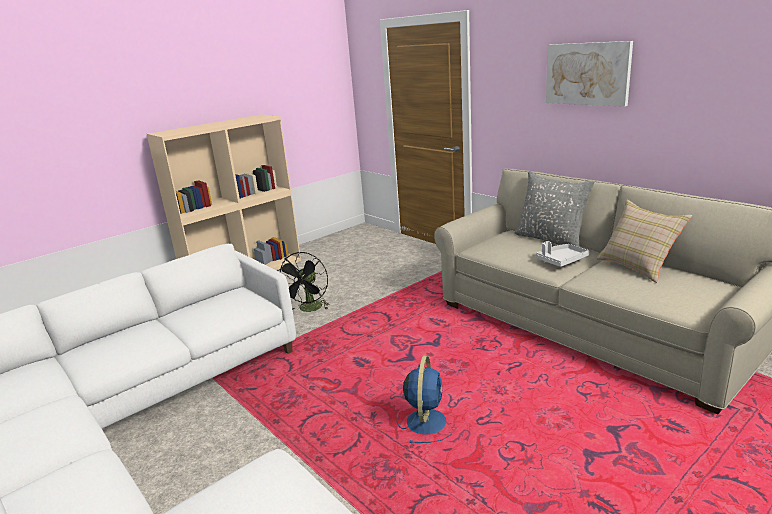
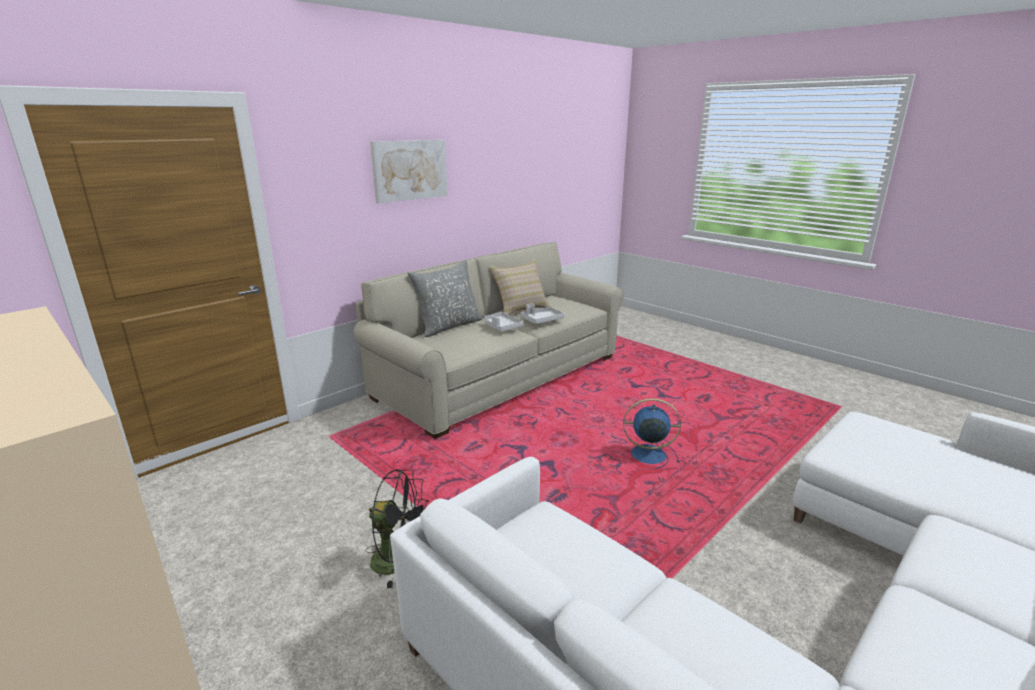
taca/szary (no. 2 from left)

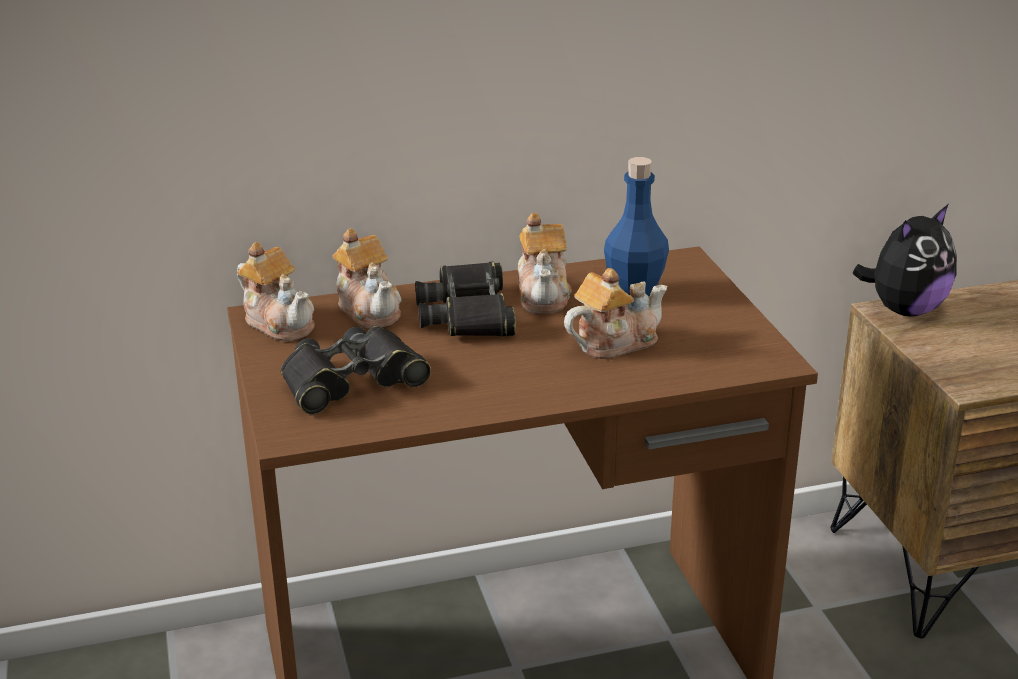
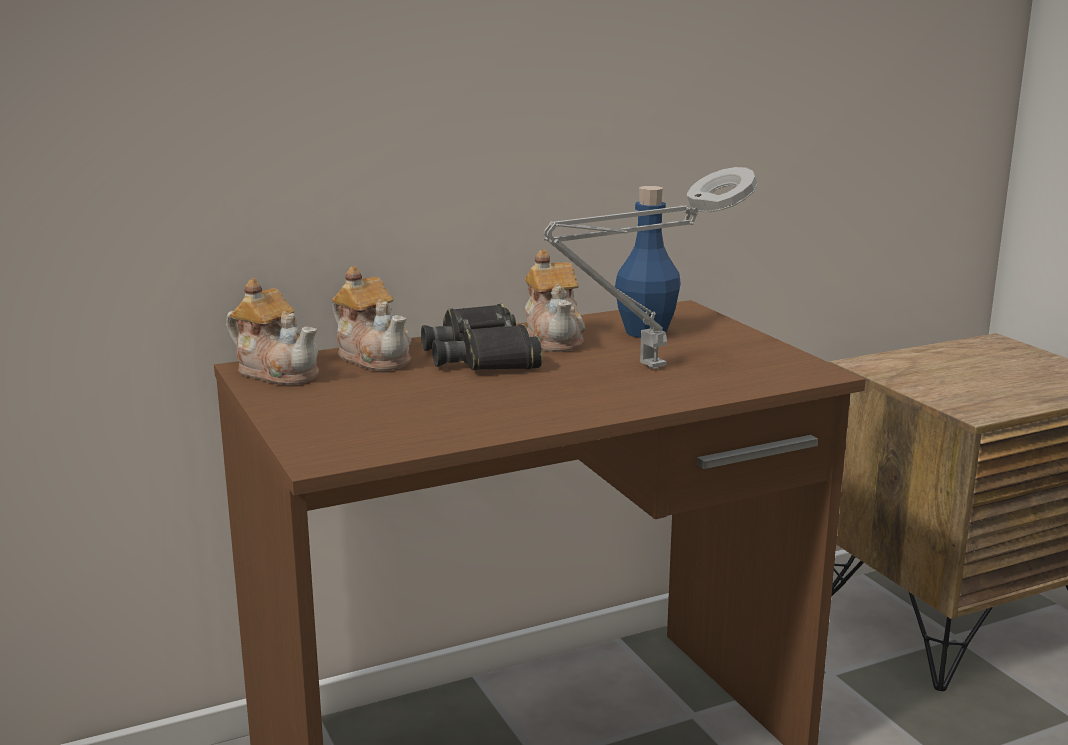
lampa stołowa/szary
lornetka/czarny (no. 1 from left in the first image)
pluszak

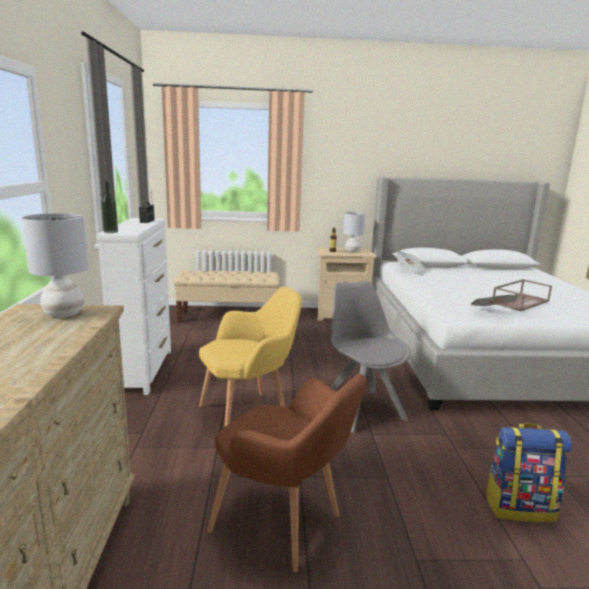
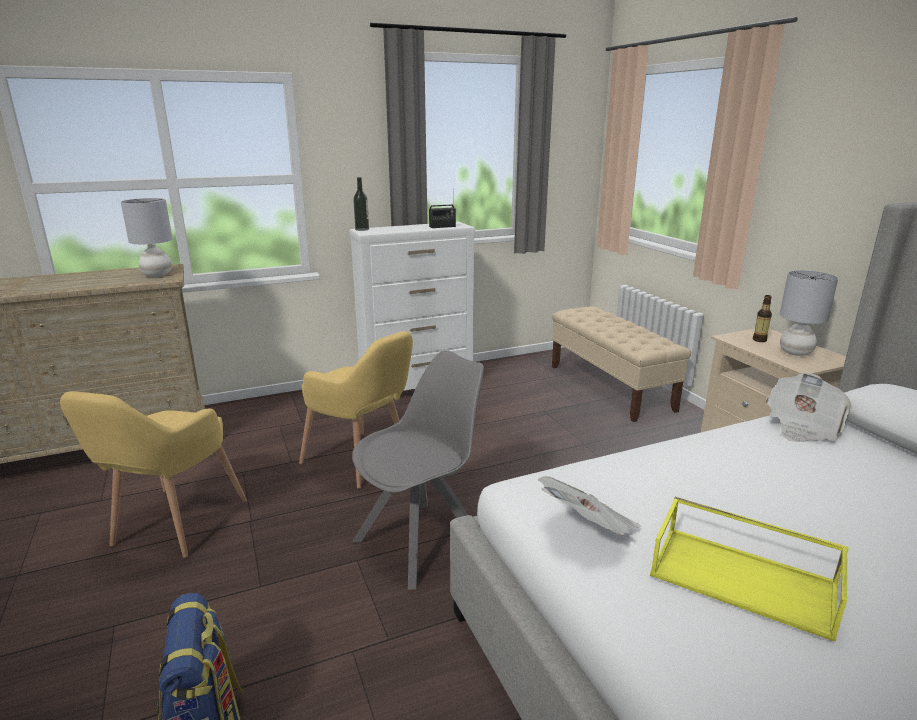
fotel/żółty (no. 1 from left)
taca/żółty

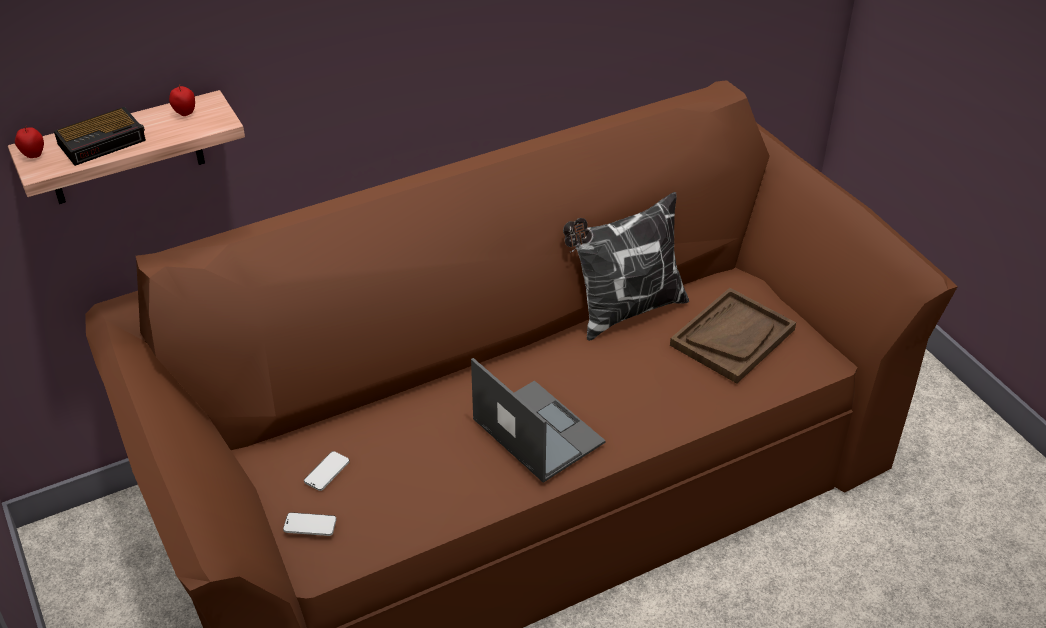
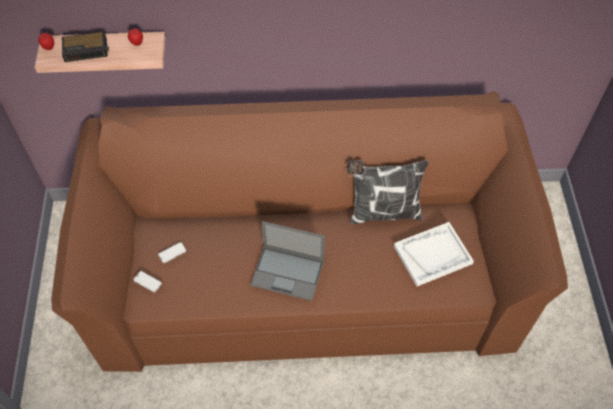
laptop
taca/biały

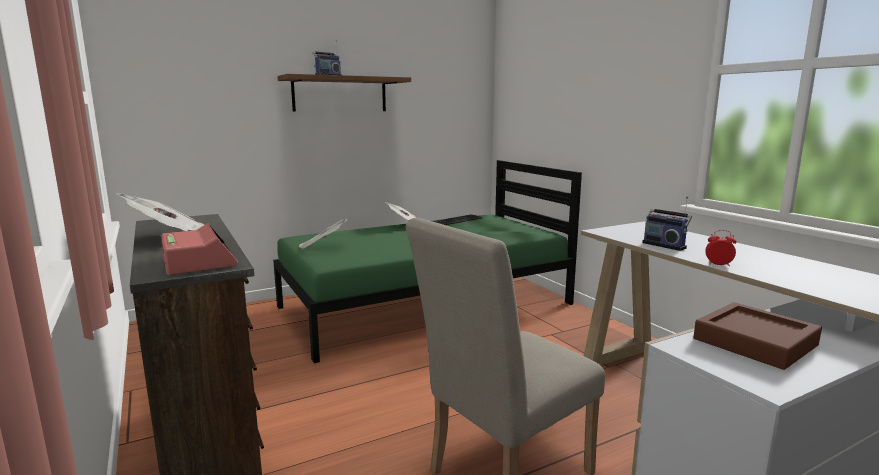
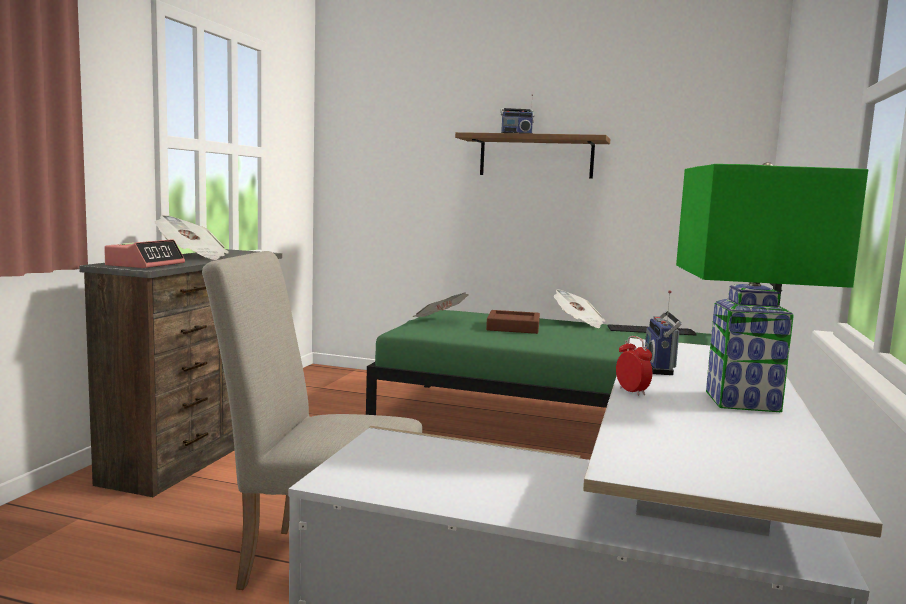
taca/brązowy
lampa stołowa/zielony

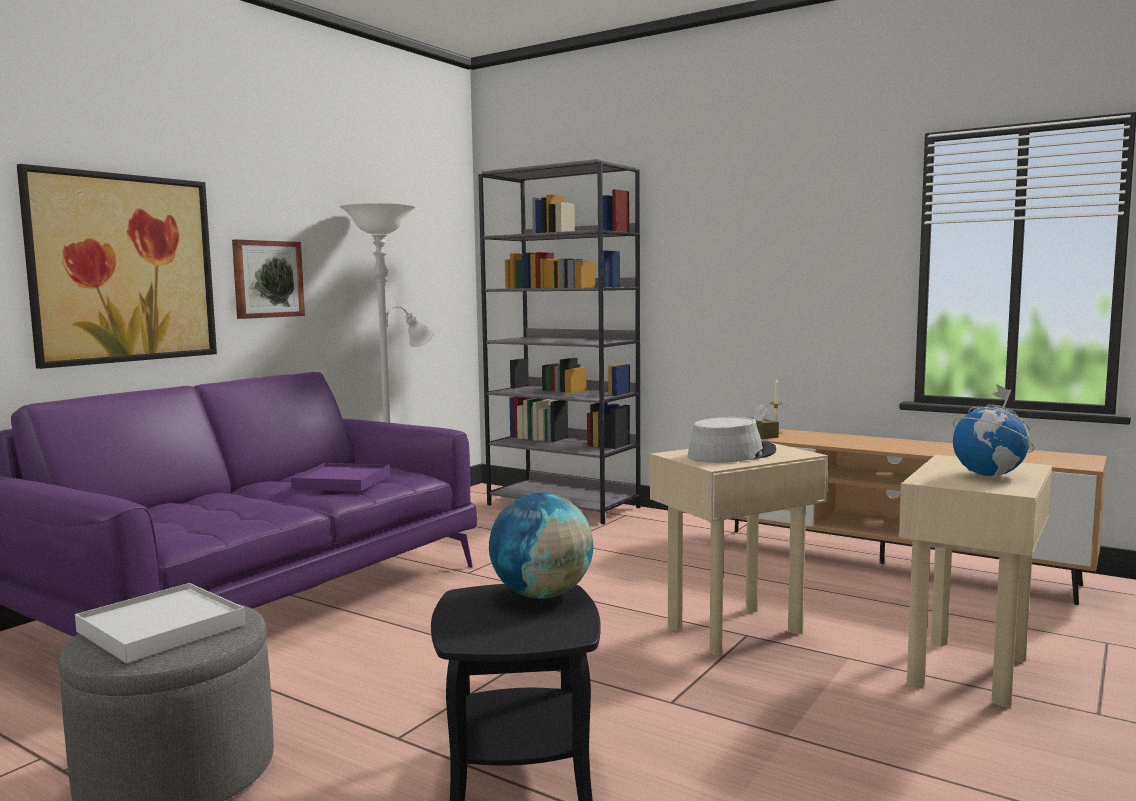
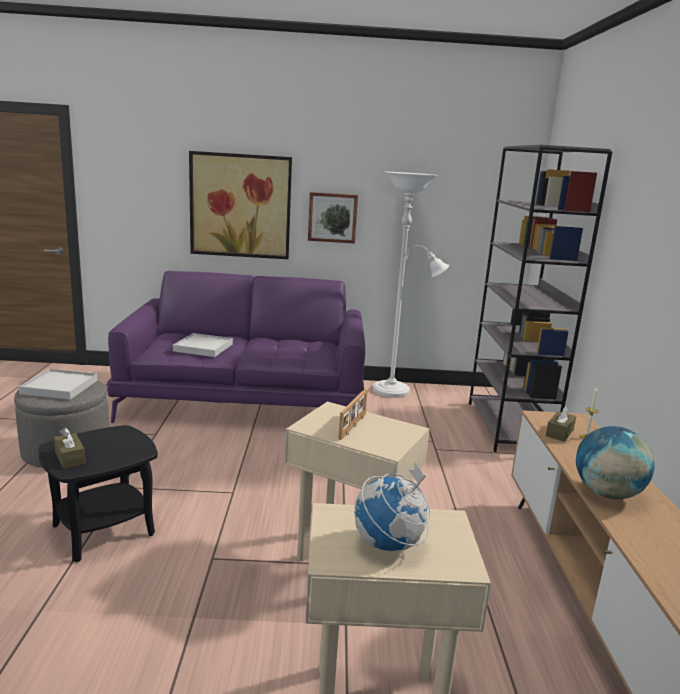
pudełko chusteczek/brązowy (no. 1 from left)
taca/biały (no. 2 from left)
ramka na zdjęcie
globus (no. 2 from left)
taca/fioletowy

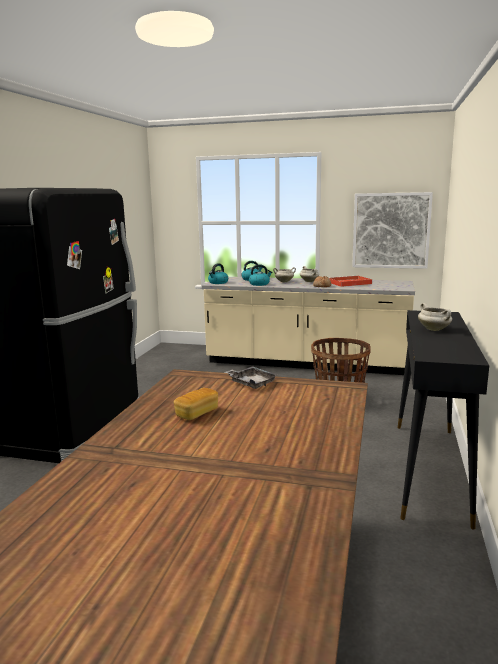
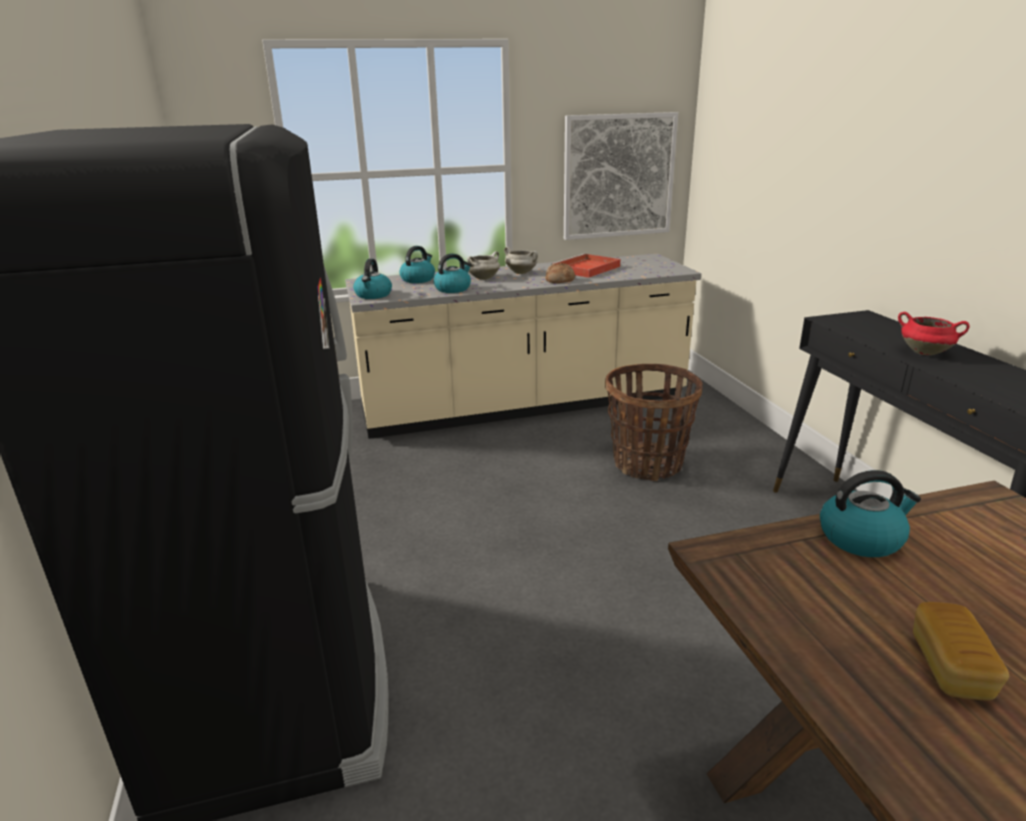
czajnik (no. 4 from left)
garnek/czerwony

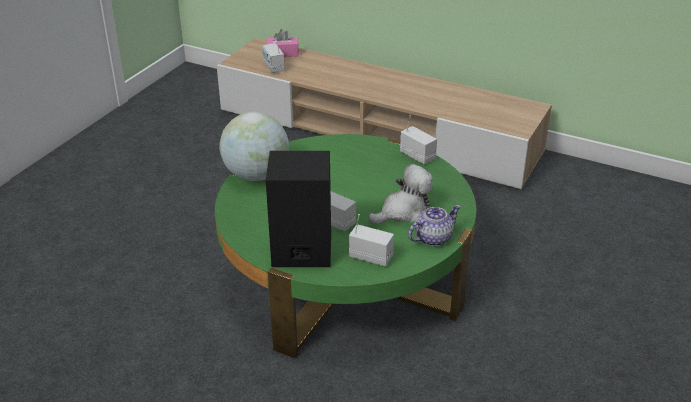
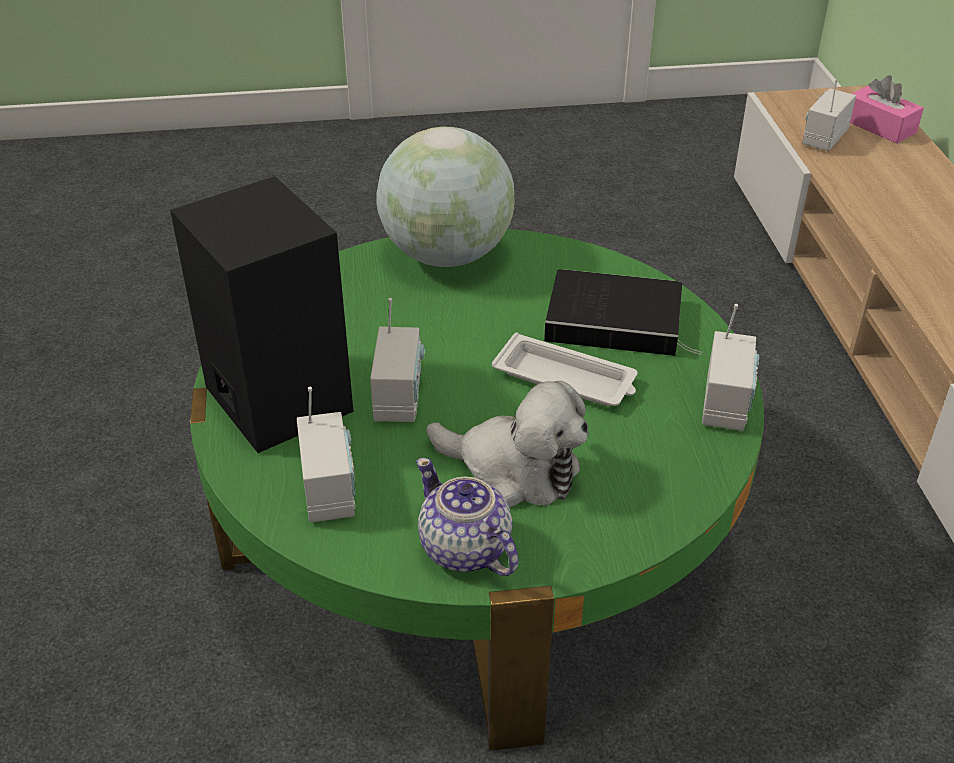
imbryk
taca/biały
książka

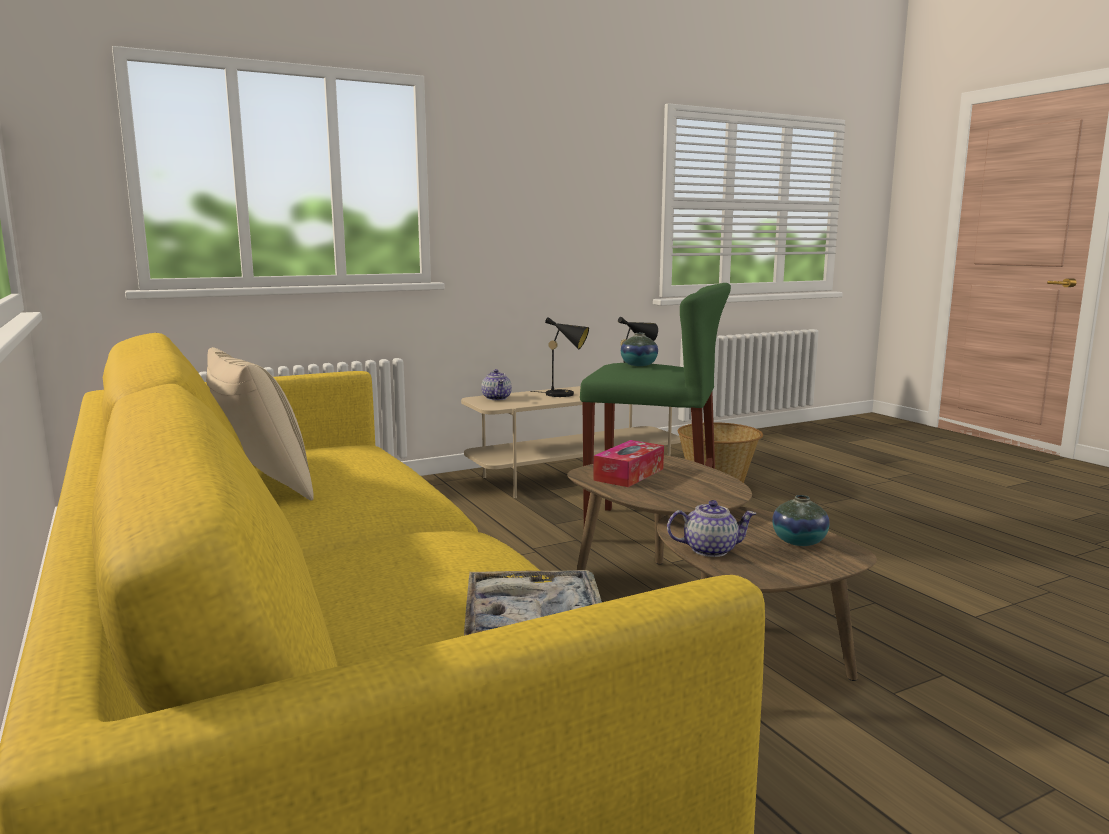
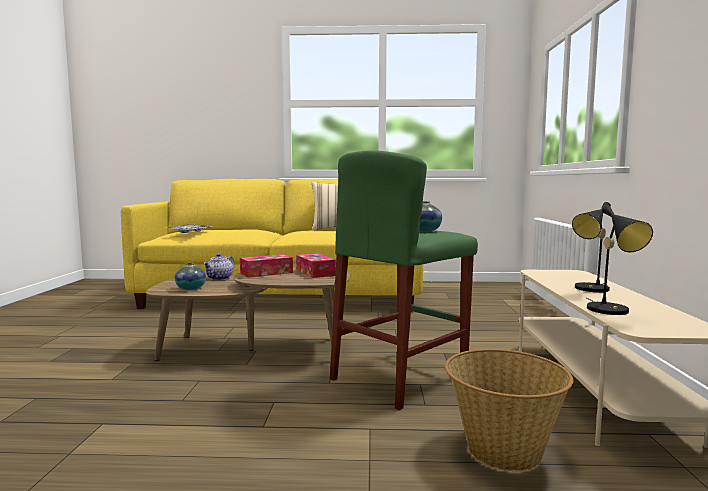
pudełko chusteczek (no. 1 from left)
imbryk (no. 1 from left in the first image)

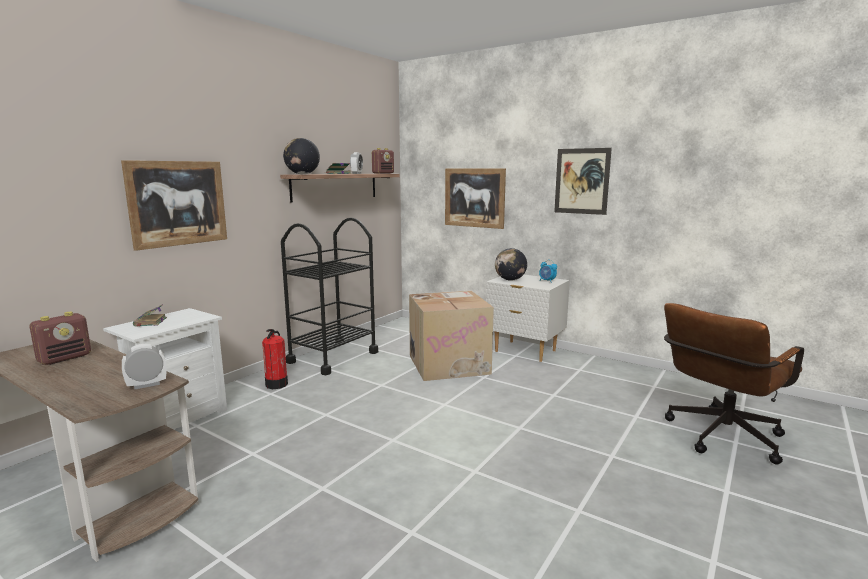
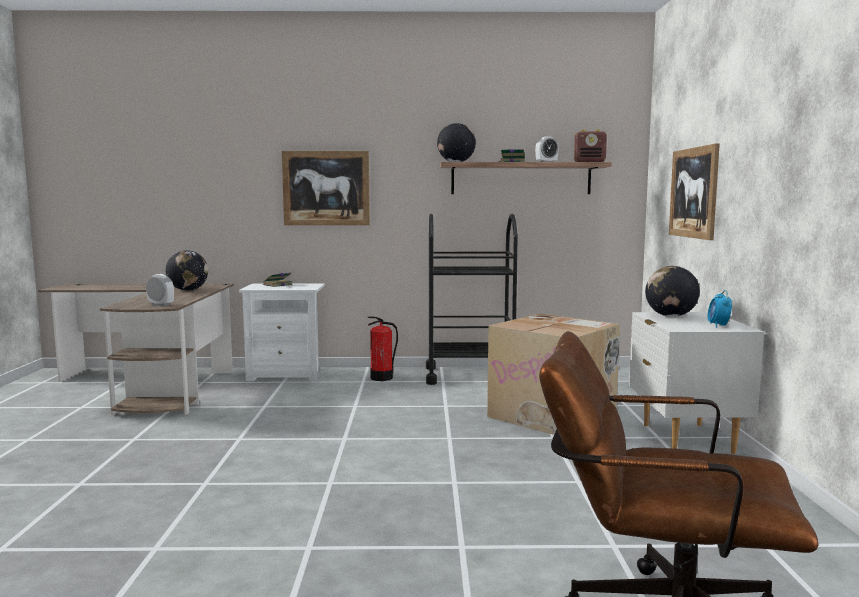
globus (no. 1 from left)
obraz (no. 3 from left in the first image)

